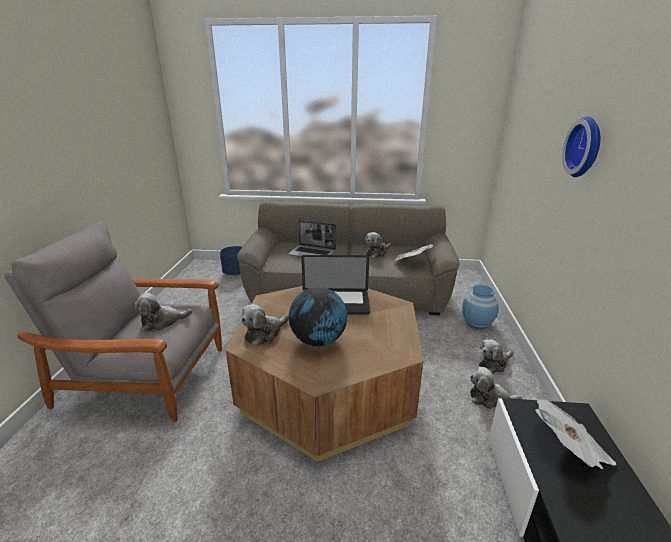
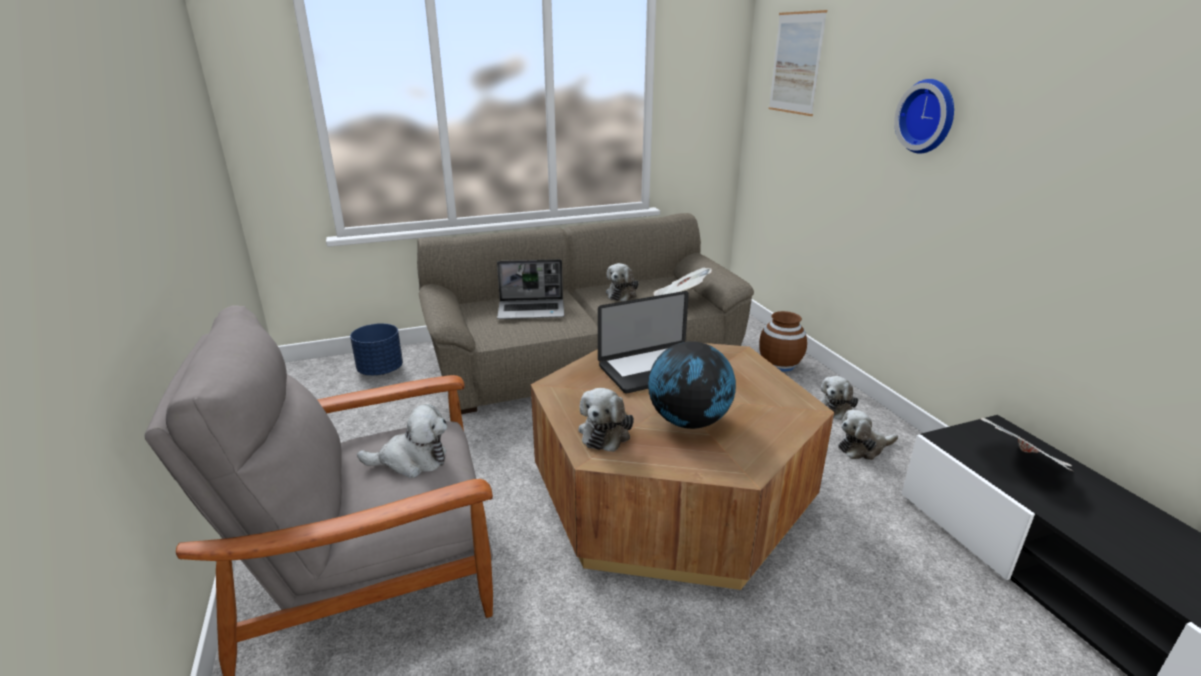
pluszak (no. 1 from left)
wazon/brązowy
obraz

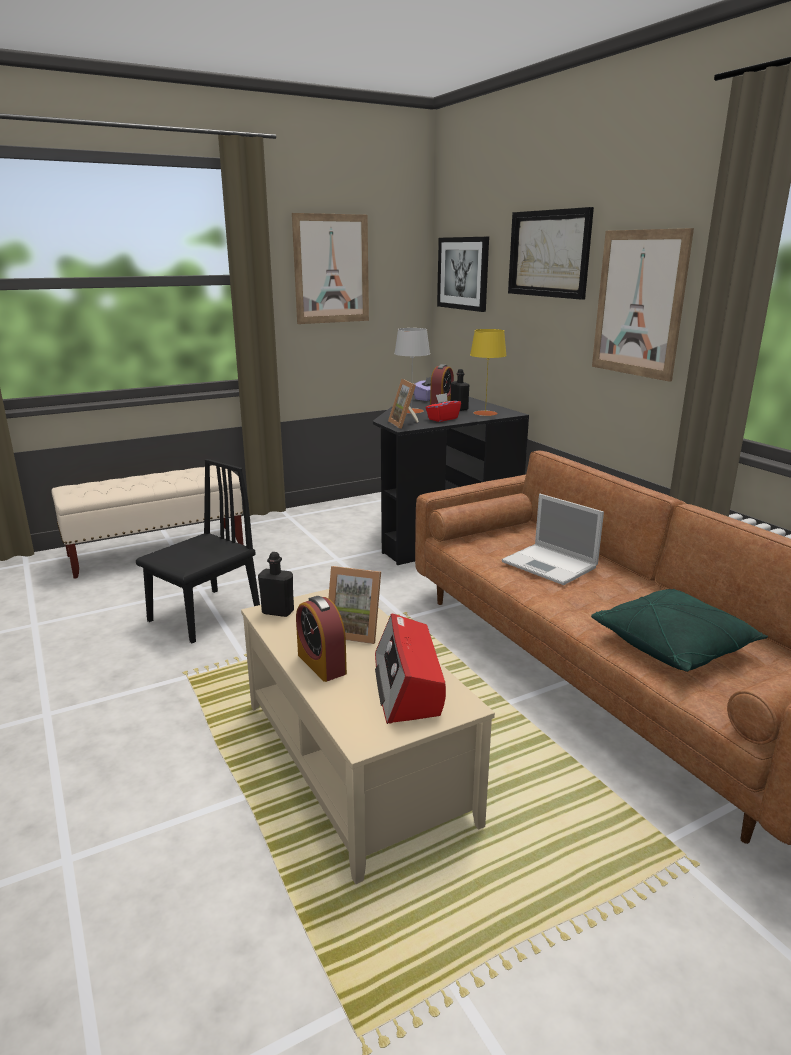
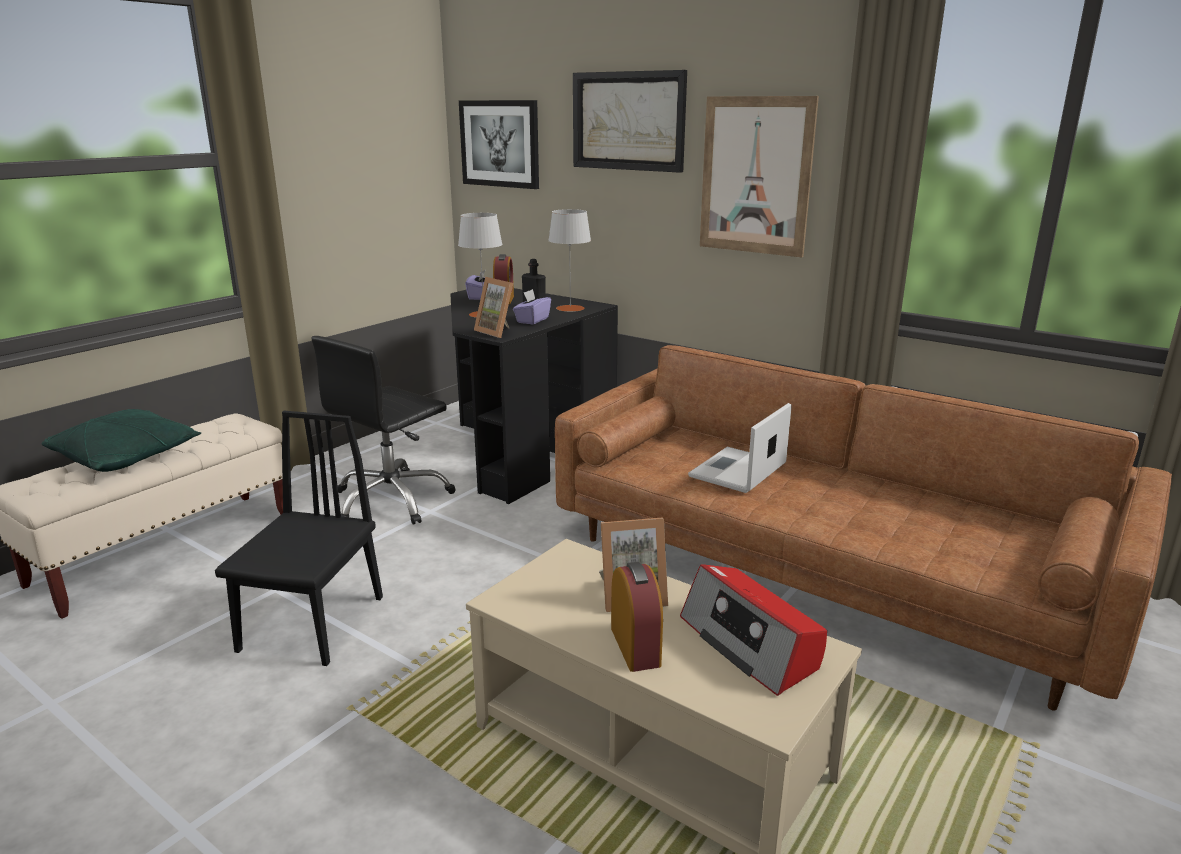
poduszka/zielony
krzesło biurowe/czarny
pudełko chusteczek/fioletowy (no. 2 from left)
lampa stołowa/szary (no. 2 from left)
budzik (no. 2 from left)
laptop
butelka/czarny (no. 1 from left in the first image)
obraz (no. 1 from left in the first image)

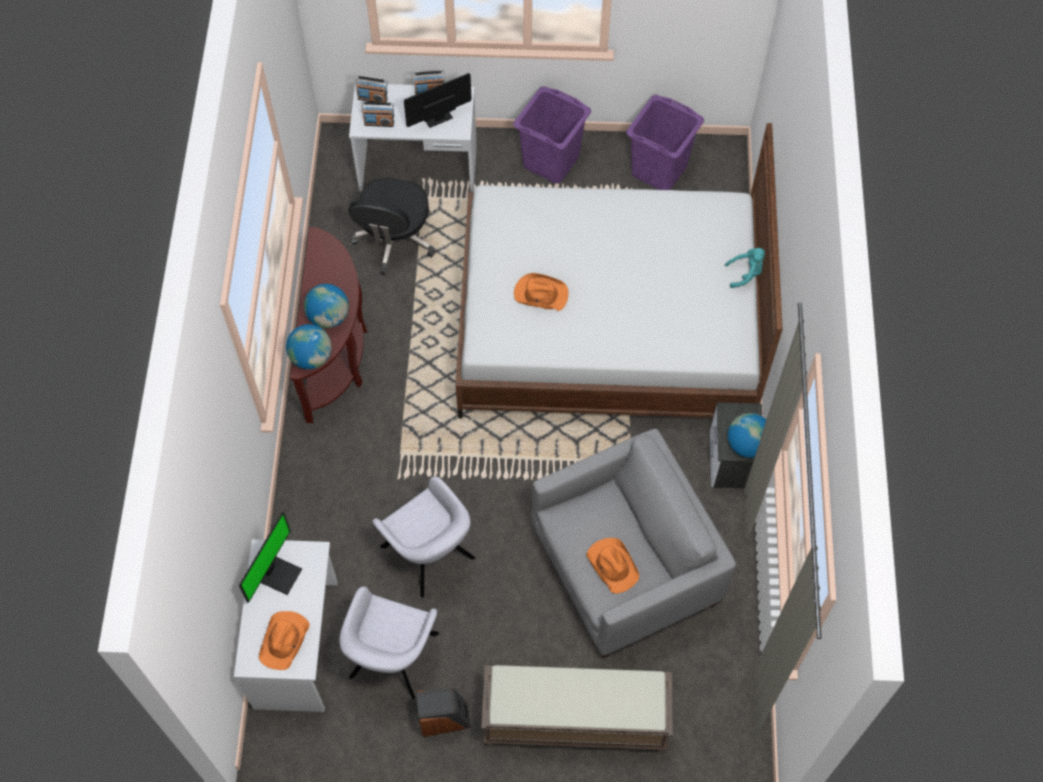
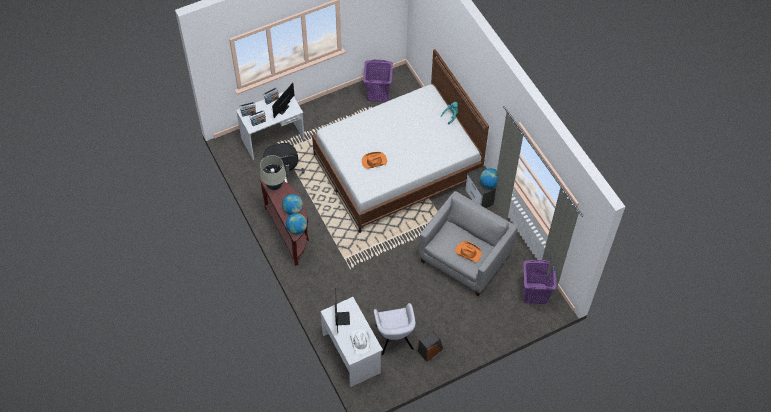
lampa stołowa/beżowy
kapelusz/biały
kosz na pranie/fioletowy (no. 2 from left)
fotel/szary (no. 2 from left in the first image)
ławka/brązowy

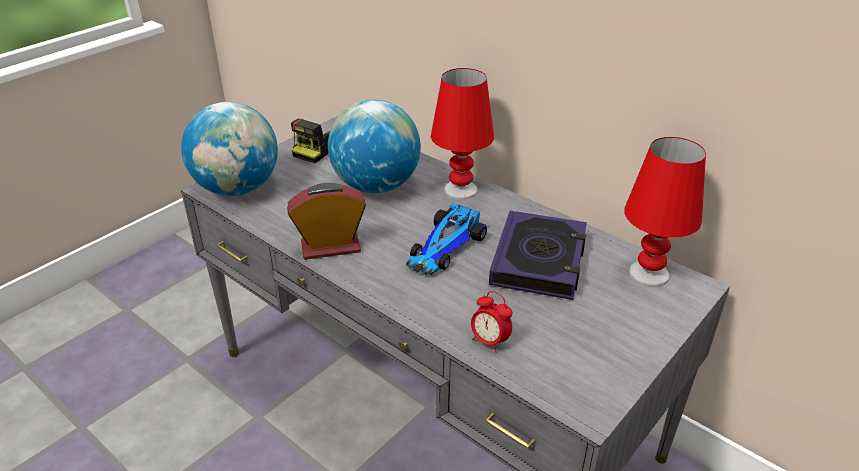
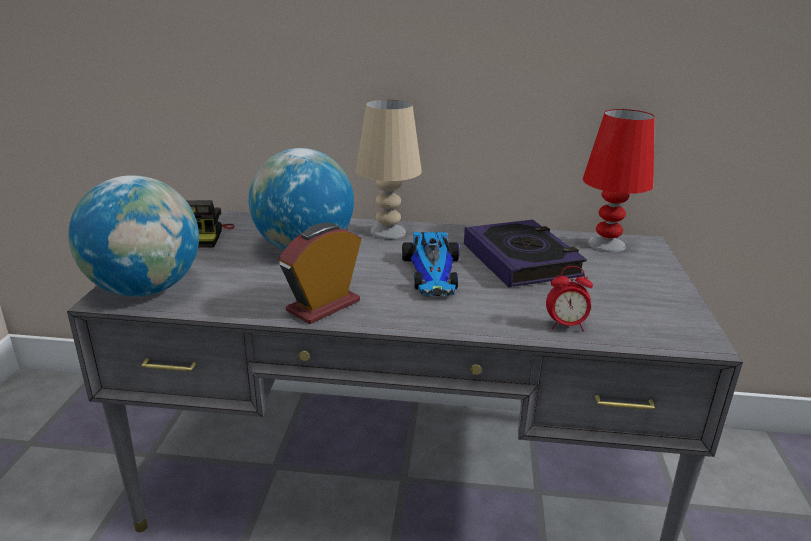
lampa stołowa/beżowy

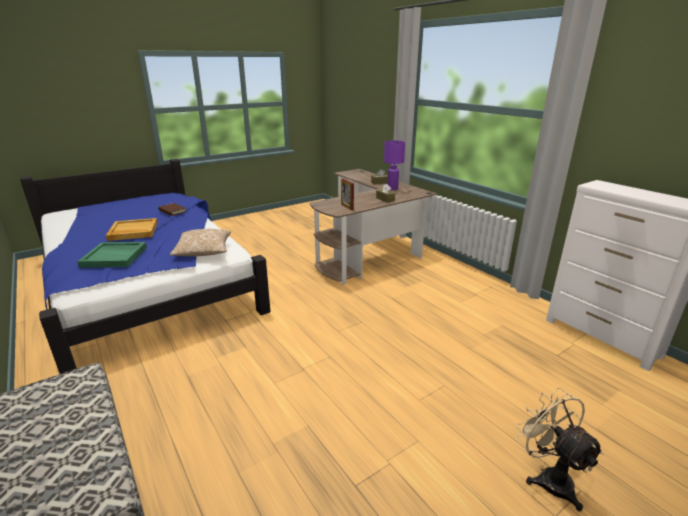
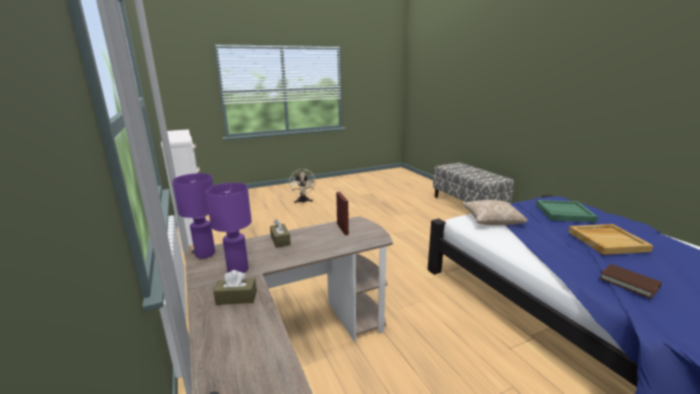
lampa stołowa/fioletowy (no. 1 from left)

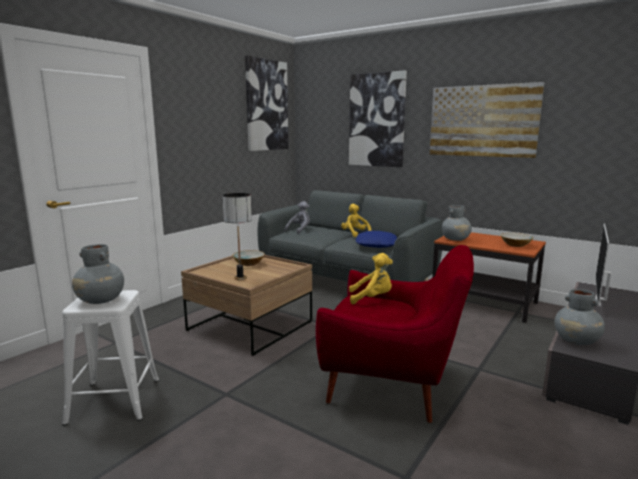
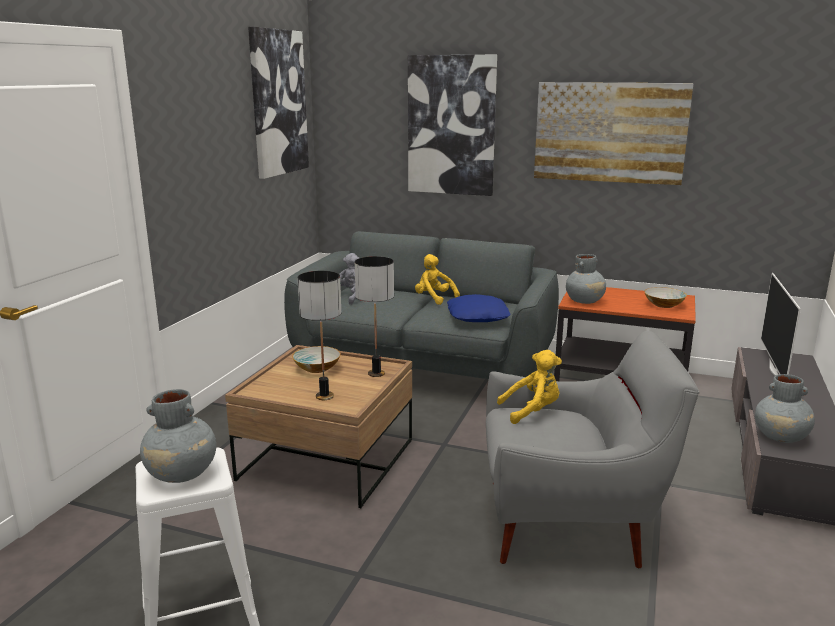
lampa stołowa (no. 2 from left)
fotel/szary

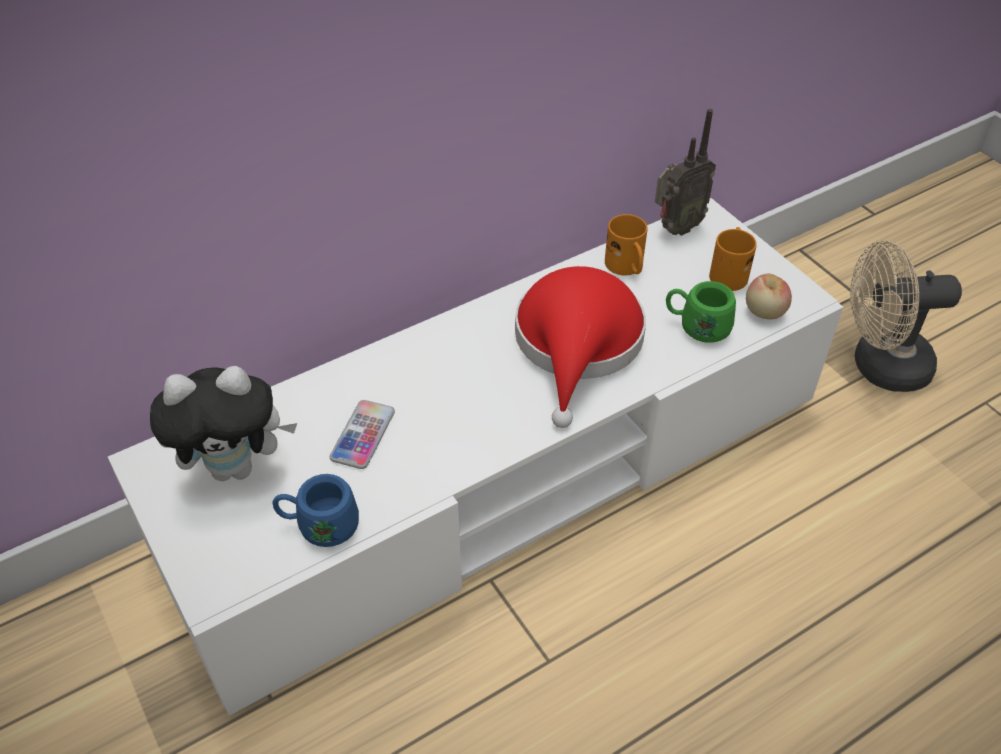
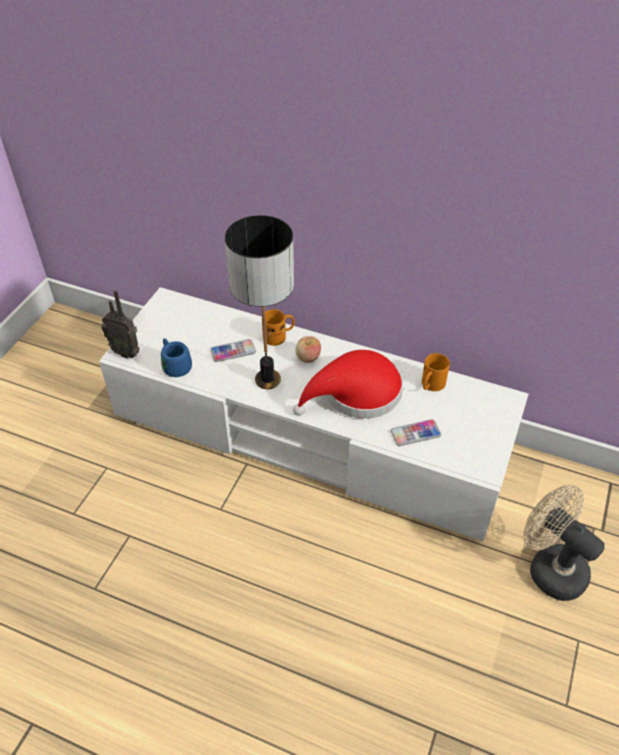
radio
lampa stołowa
kubek/pomarańczowy (no. 1 from left)
jabłko
telefon (no. 2 from left)
pluszak

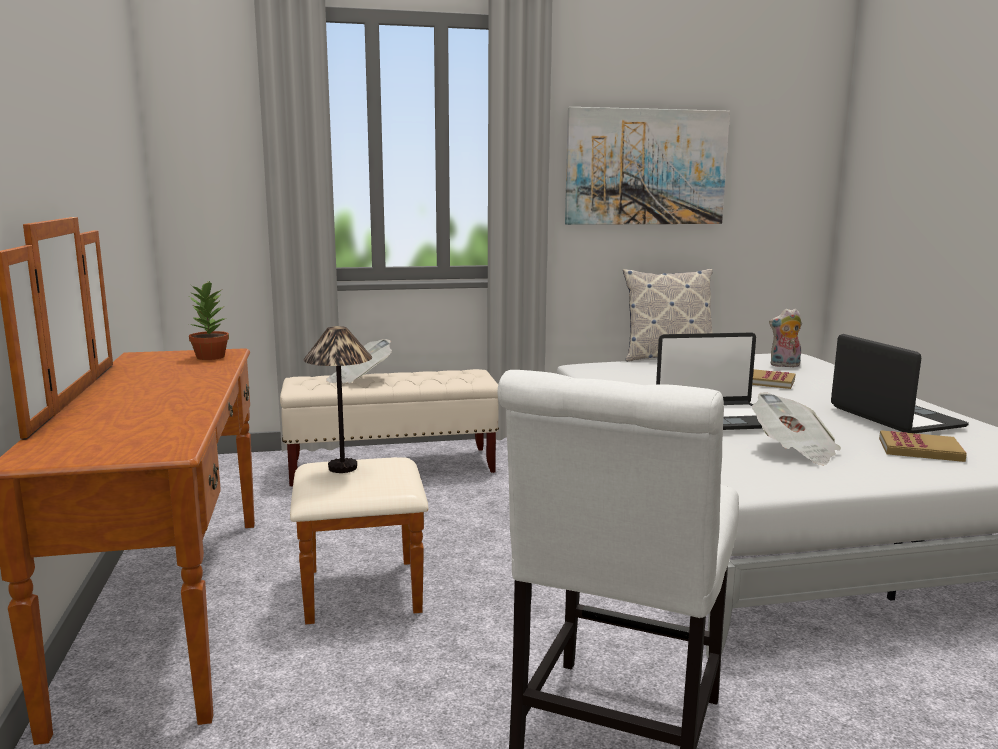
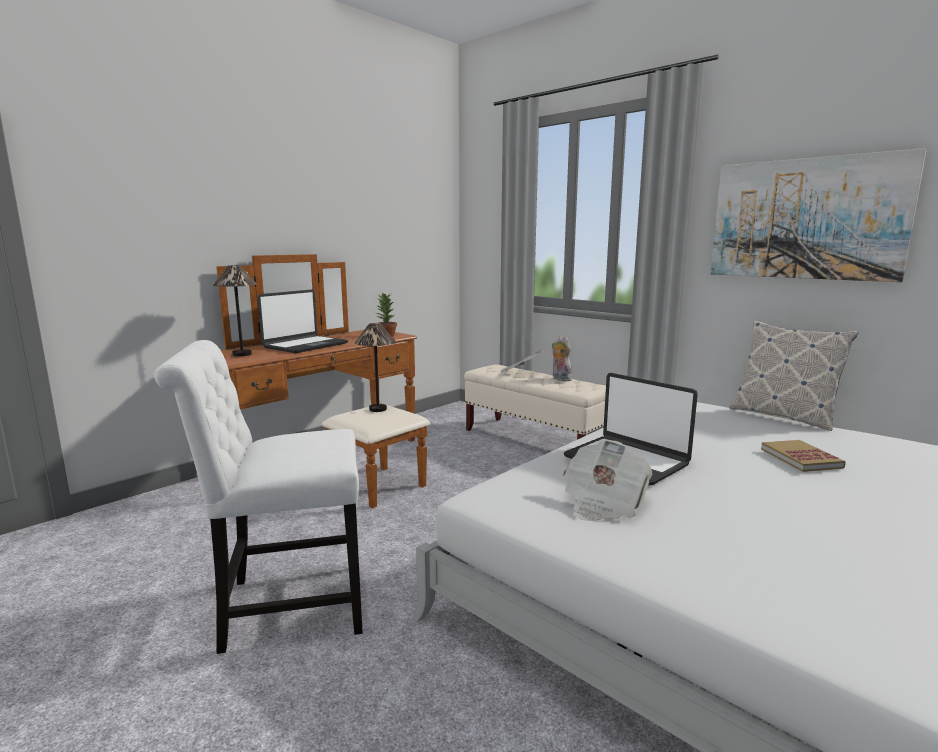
lampa stołowa (no. 1 from left)
laptop (no. 1 from left)
pluszak
książka (no. 2 from left in the first image)

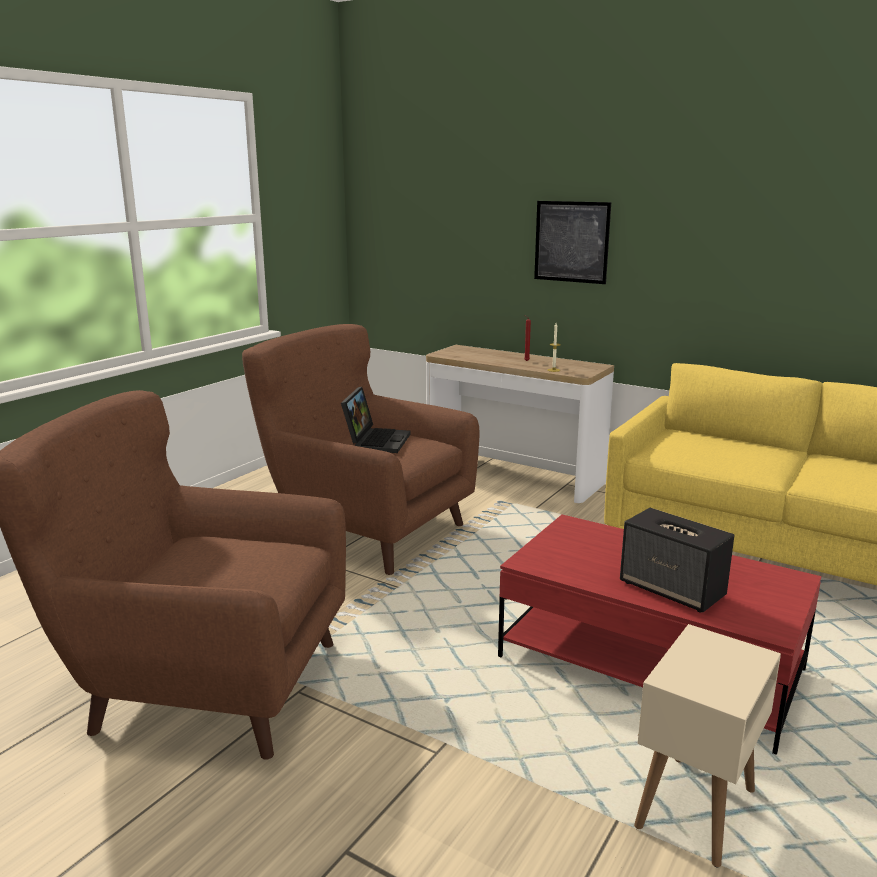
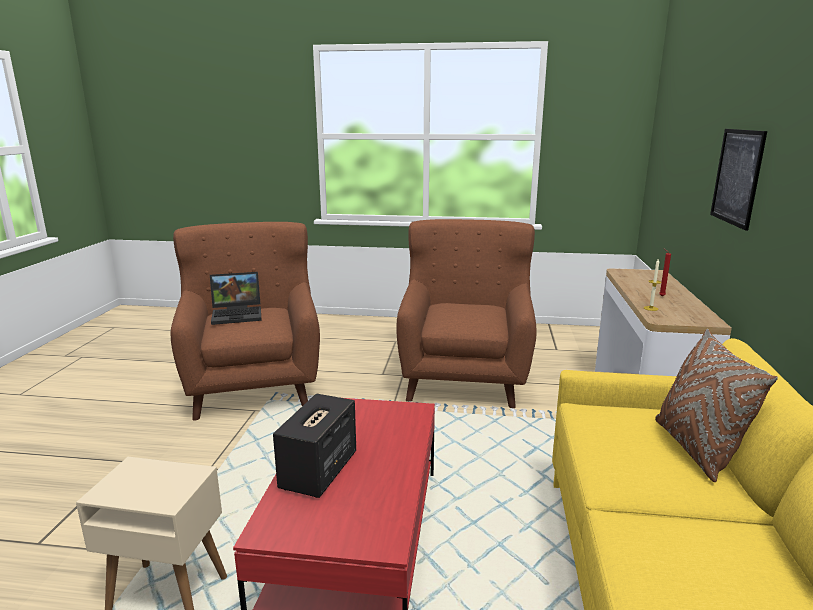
laptop
poduszka/brązowy

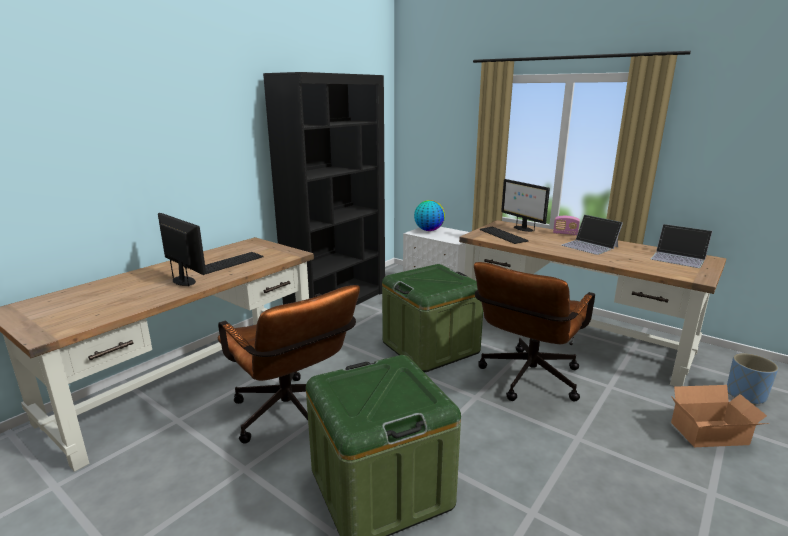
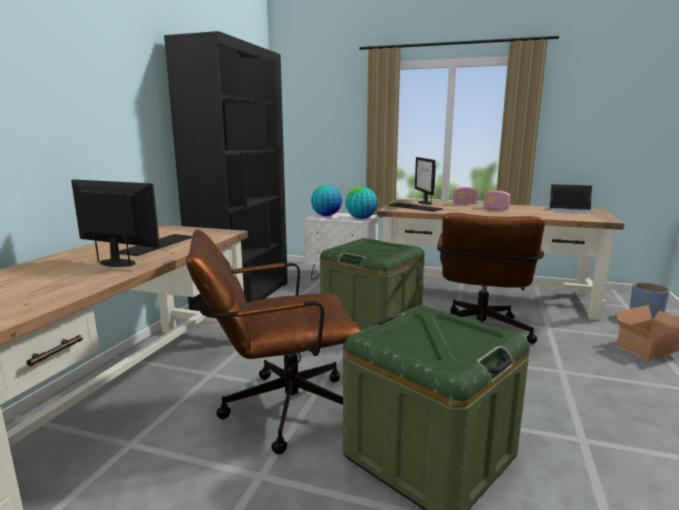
krzesło biurowe/brązowy (no. 1 from left)
globus (no. 2 from left)
monitor (no. 2 from left)
radio (no. 2 from left)

